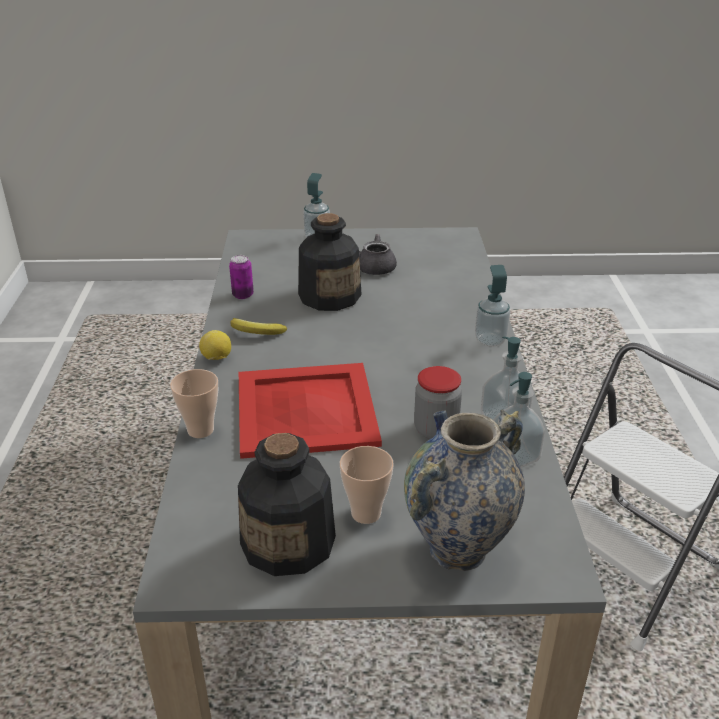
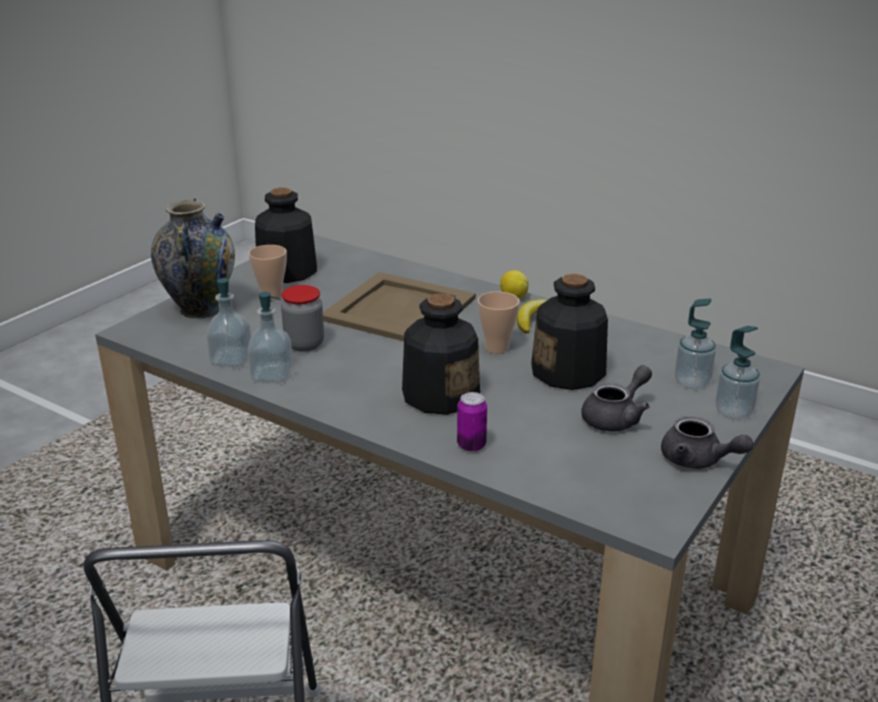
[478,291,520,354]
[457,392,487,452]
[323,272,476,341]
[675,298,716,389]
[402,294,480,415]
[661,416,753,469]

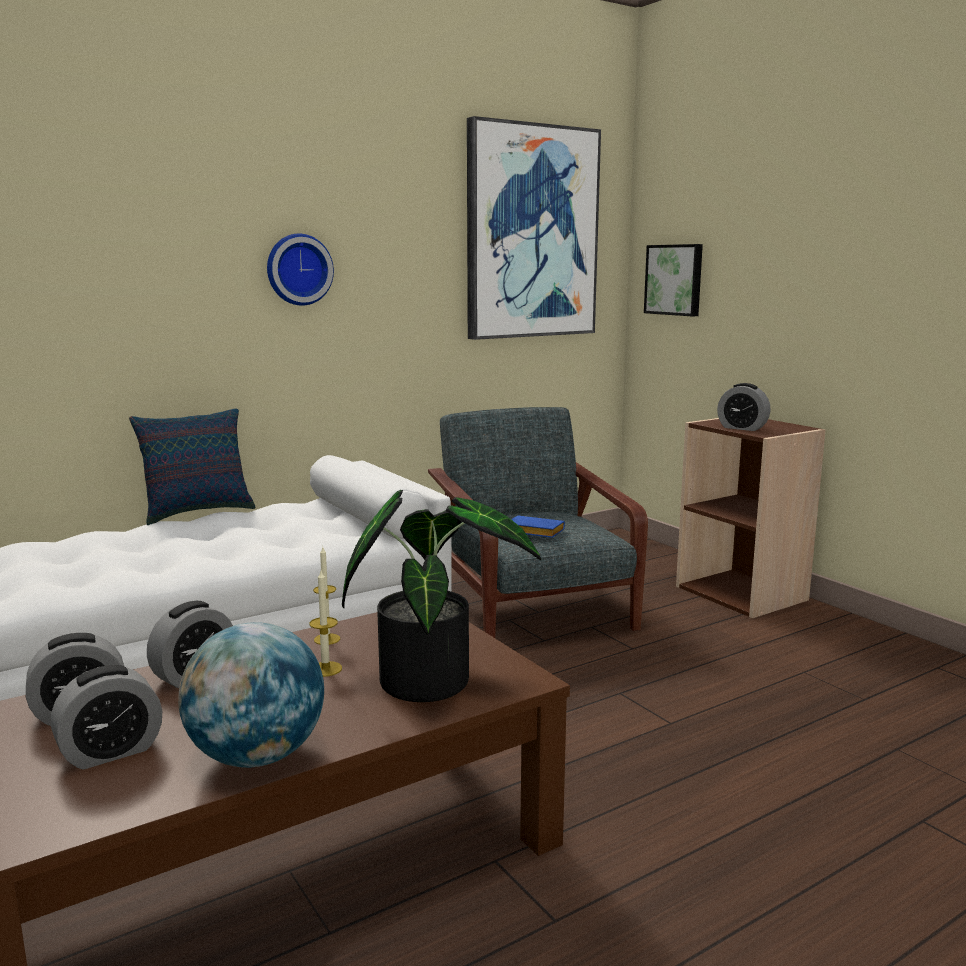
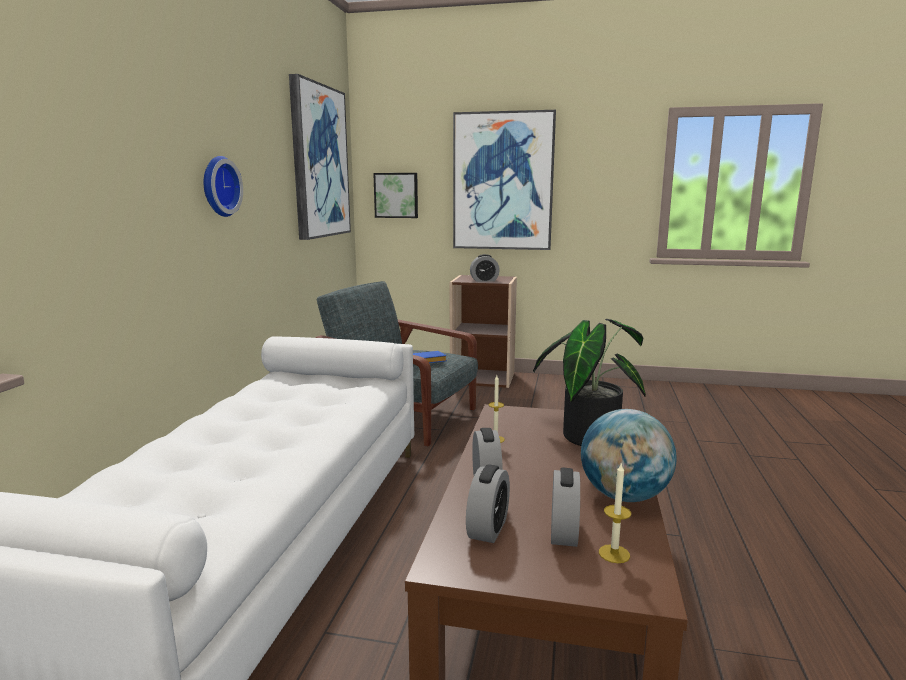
[129,409,256,525] (first image)
[599,464,631,563]
[453,110,556,250]

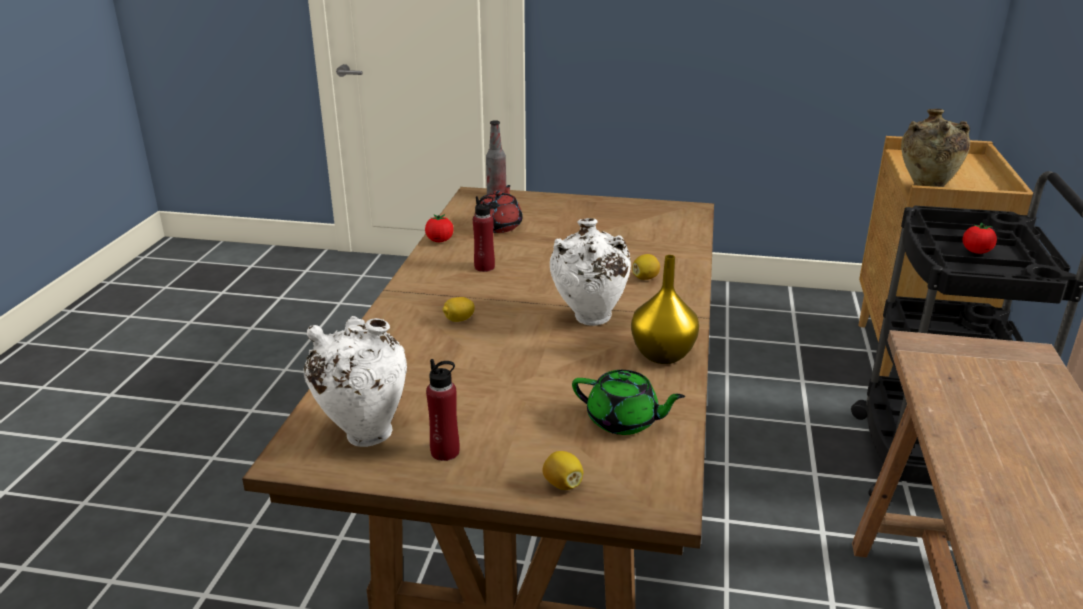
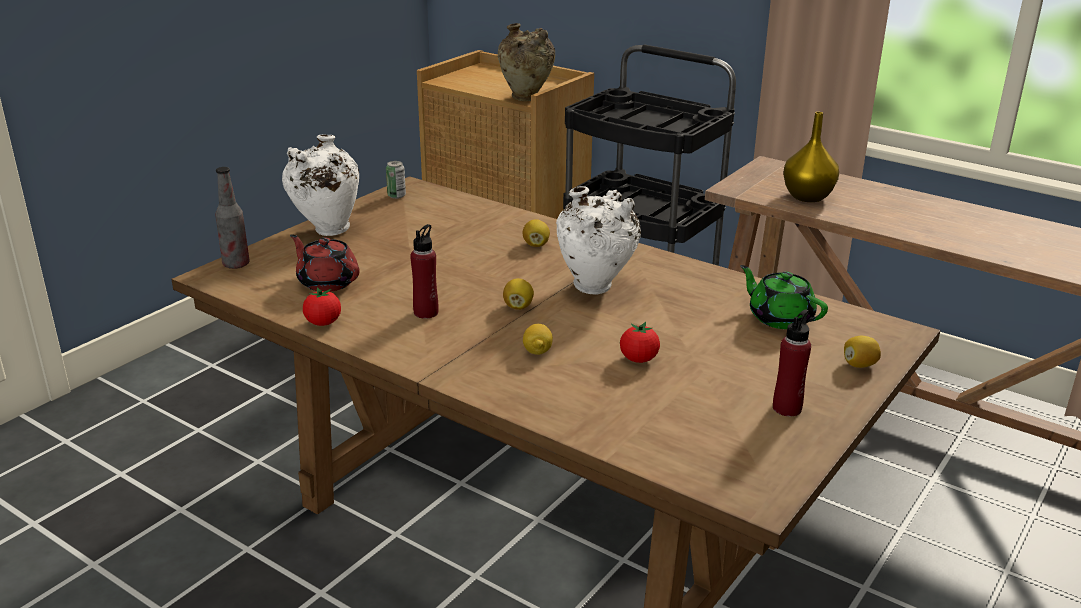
[282,135,359,236]
[740,265,828,329]
[783,112,839,202]
[620,322,660,363]
[386,161,406,199]
[503,278,534,310]

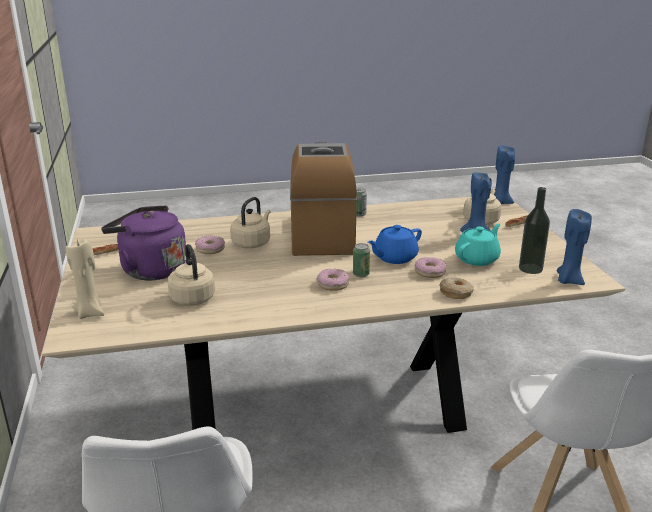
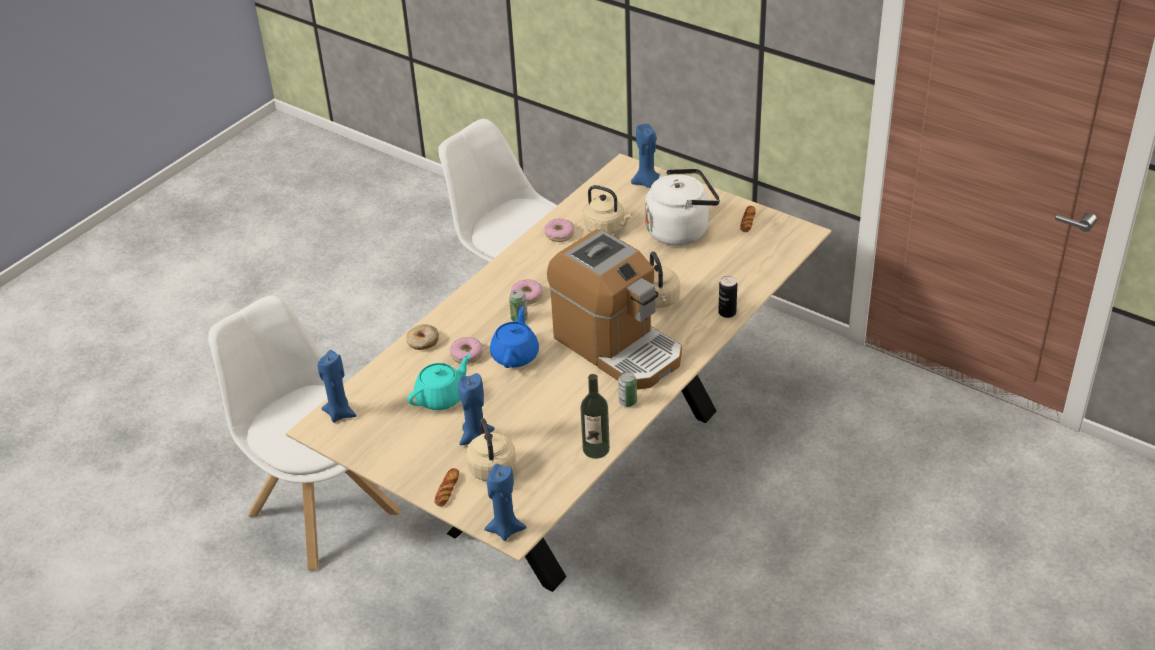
[631,124,660,188]
[645,168,720,246]
[544,219,574,242]
[407,354,471,410]
[580,374,610,459]
[718,276,737,318]

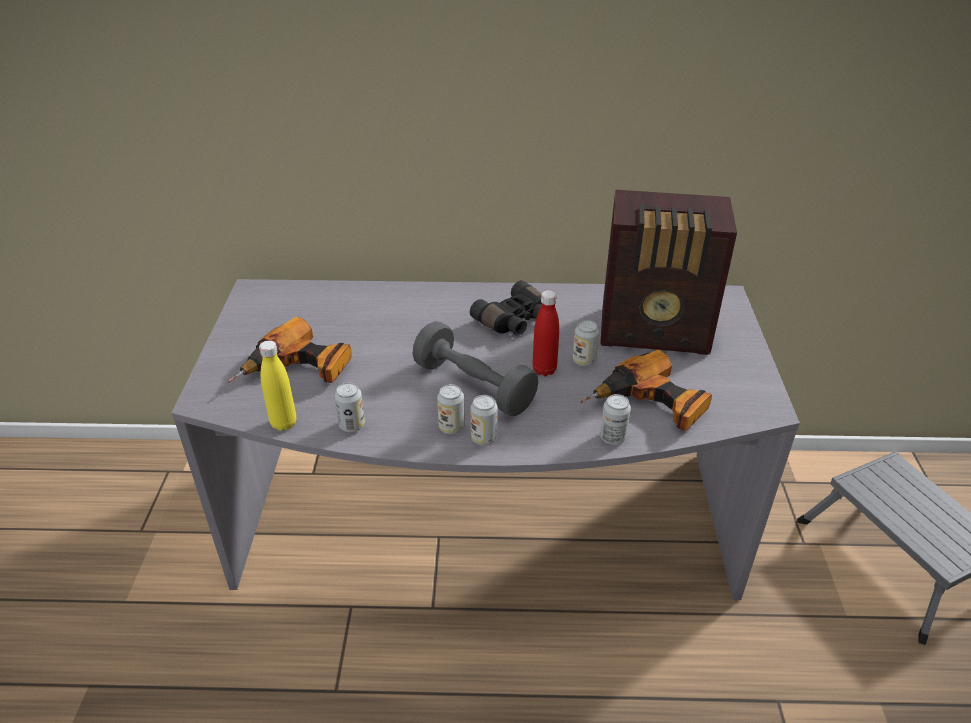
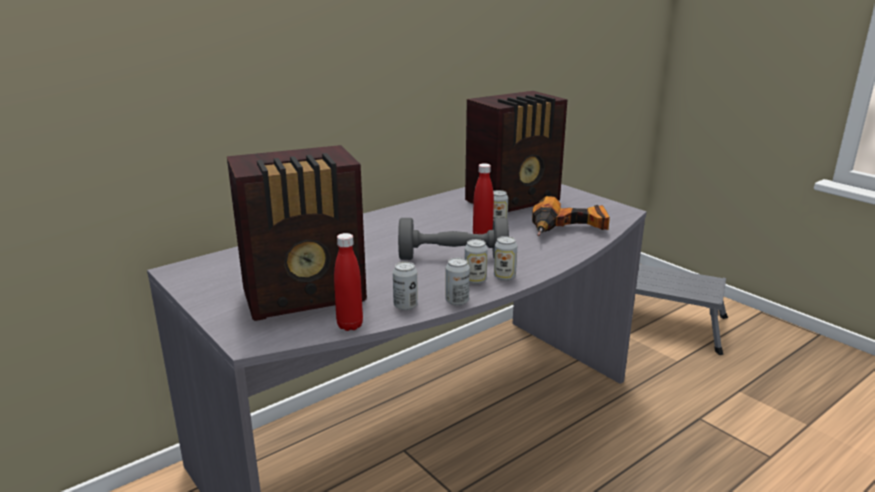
[227,145,367,321]
[334,233,363,331]
[470,280,542,336] (first image)
[445,258,470,306]

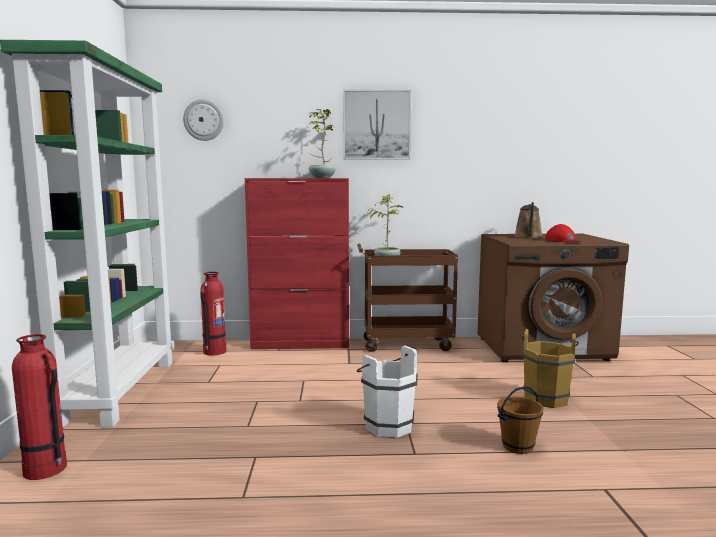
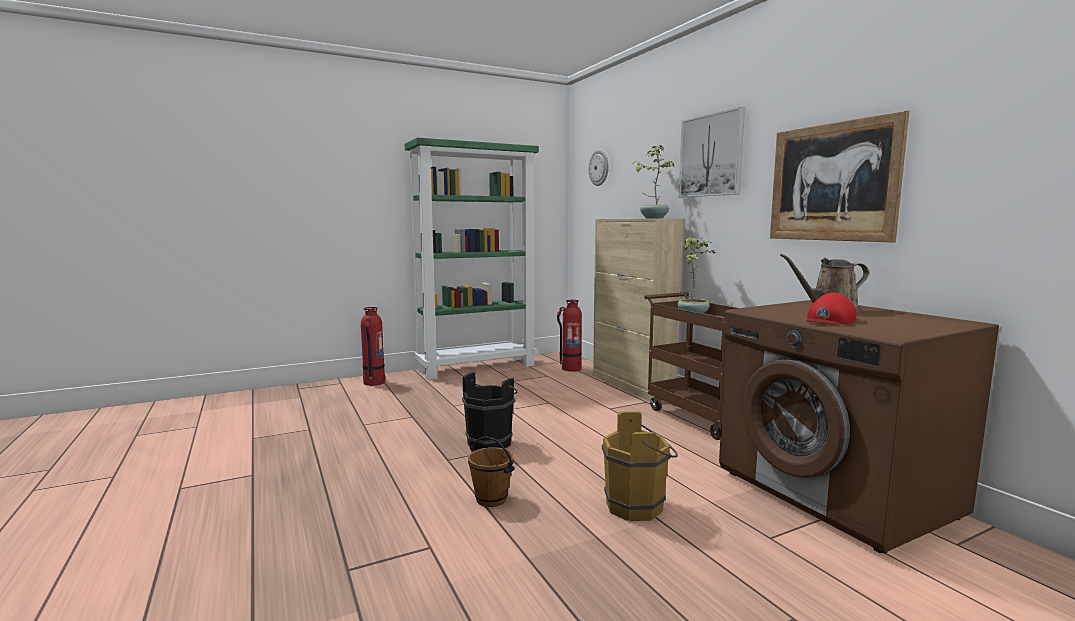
[593,219,684,401]
[462,372,517,451]
[770,110,909,242]

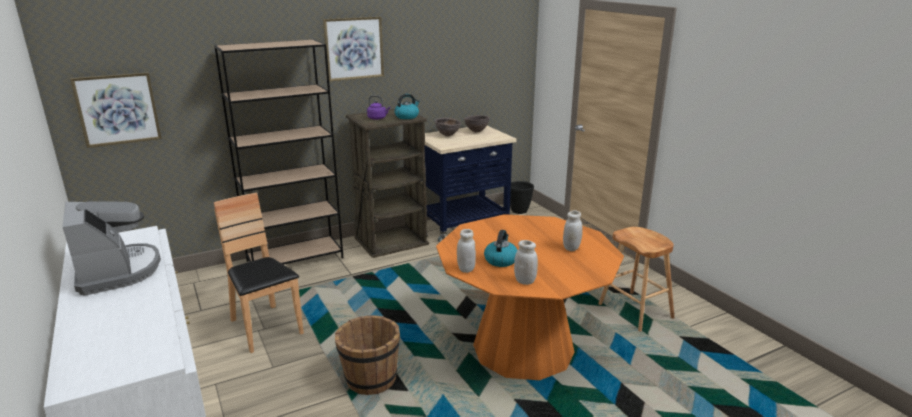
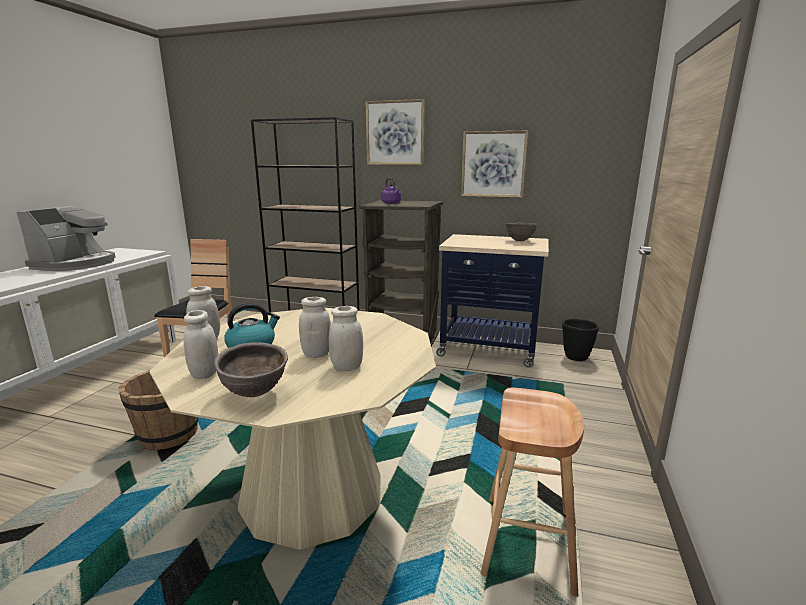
[461,131,528,198]
[394,94,420,119] (first image)
[214,342,288,397]
[149,308,436,550]
[299,297,331,358]

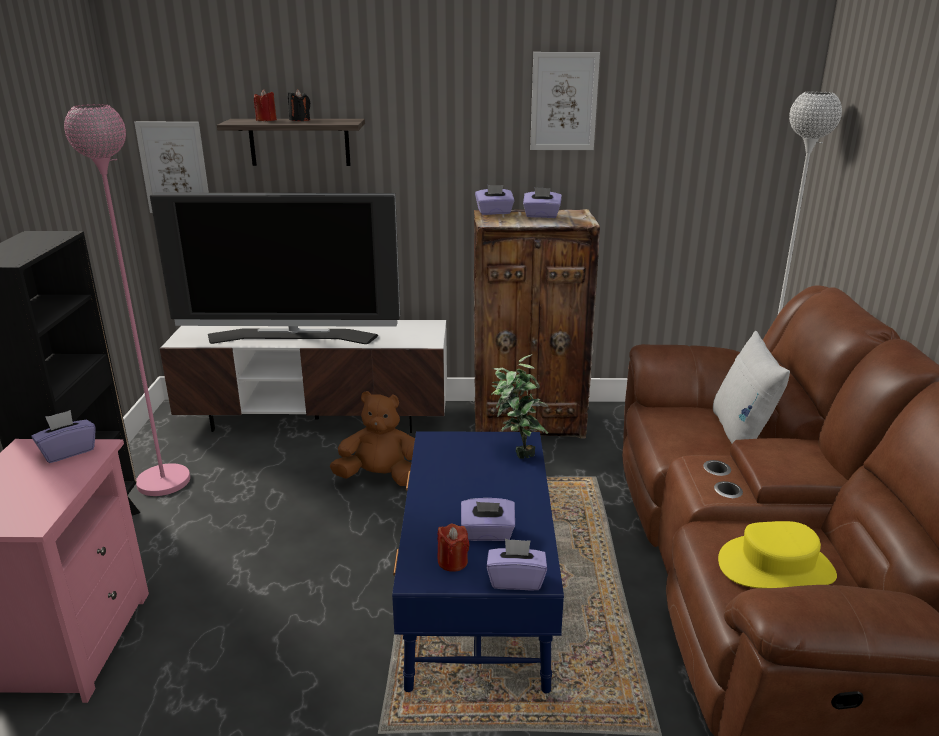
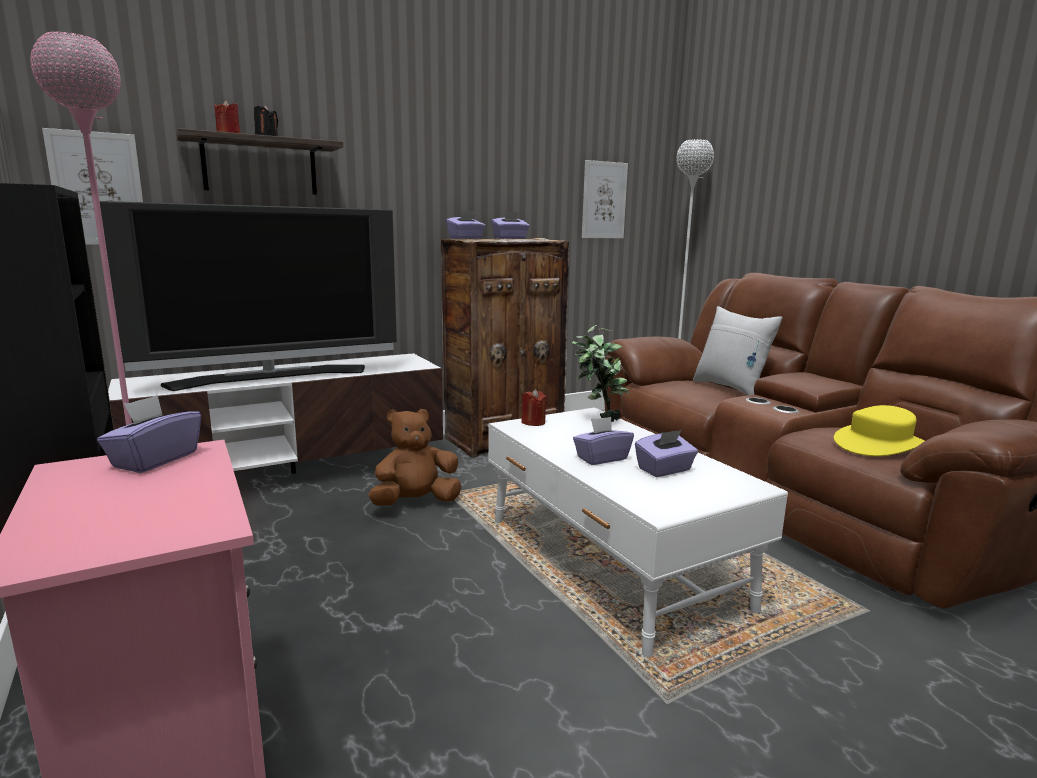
[488,408,788,657]
[521,389,547,426]
[573,417,634,465]
[582,160,628,238]

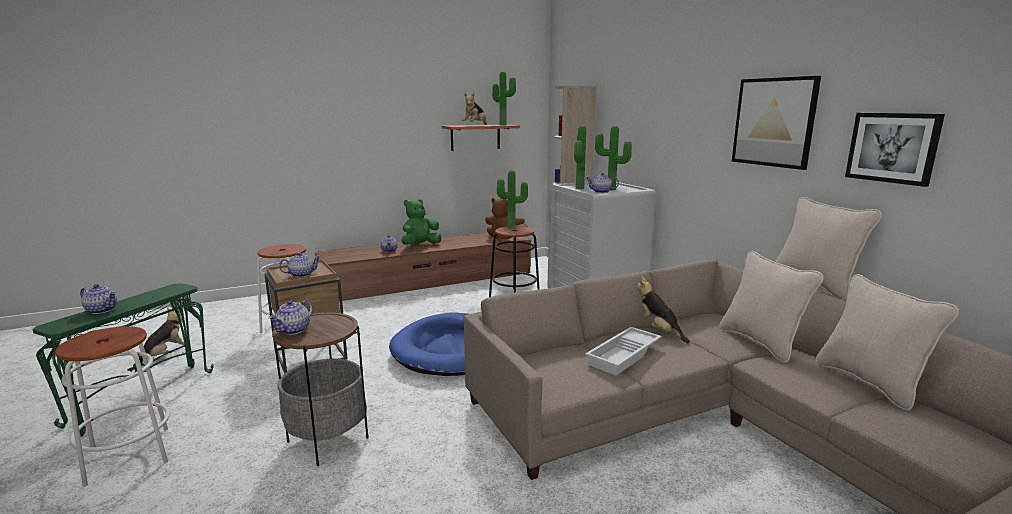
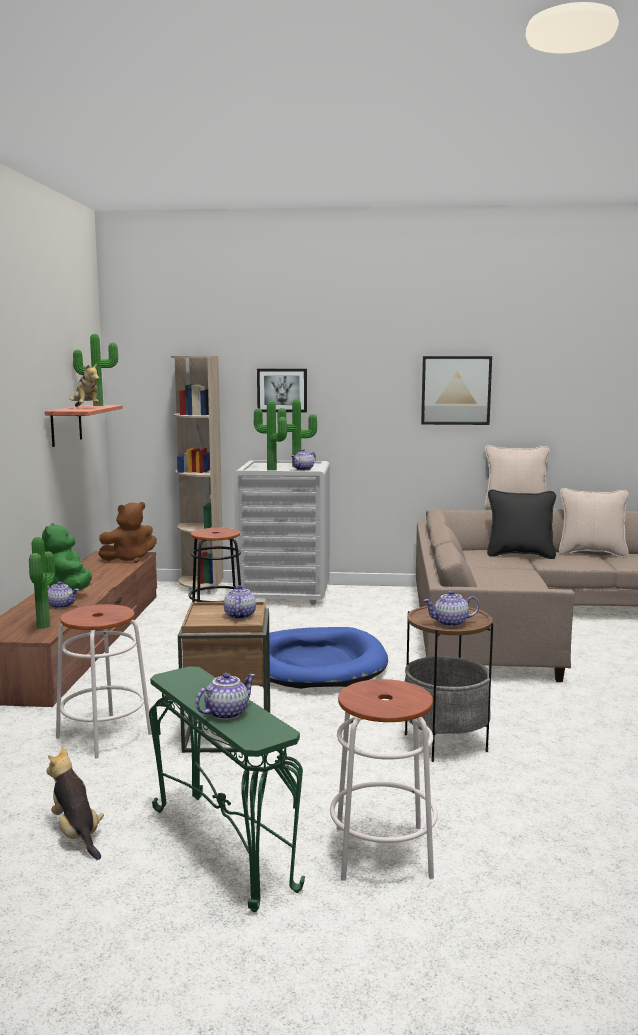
[424,591,479,627]
[29,537,55,629]
[585,327,661,375] (first image)
[637,277,690,343] (first image)
[487,489,556,559]
[257,369,307,412]

